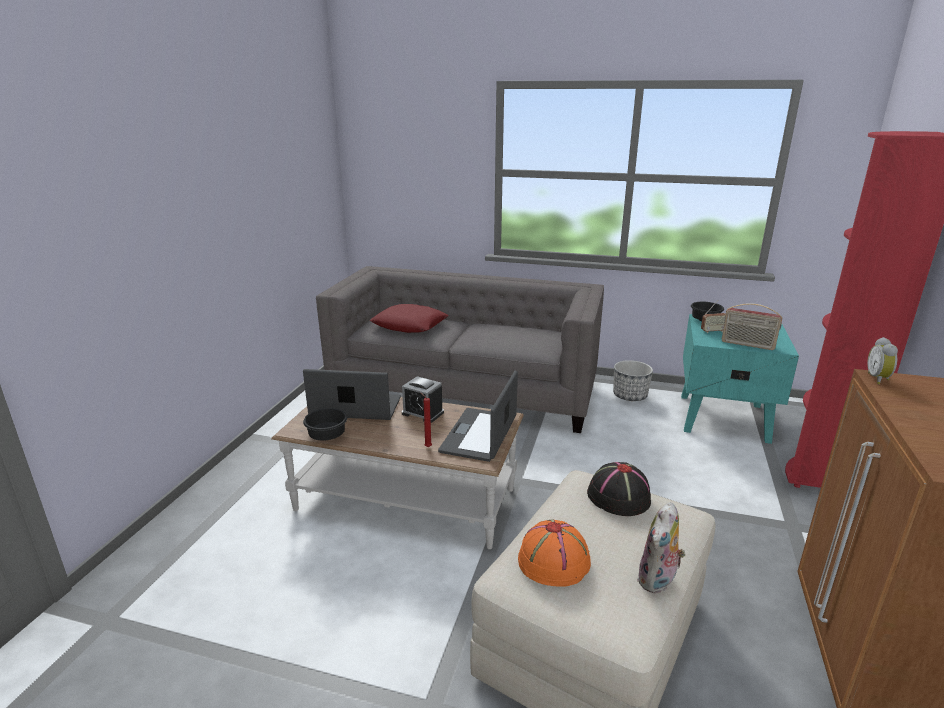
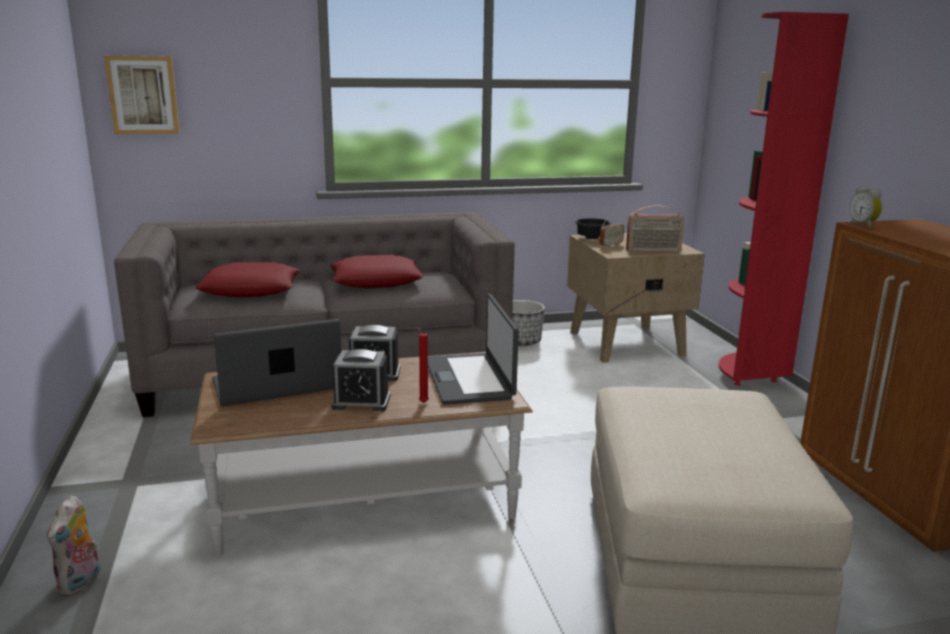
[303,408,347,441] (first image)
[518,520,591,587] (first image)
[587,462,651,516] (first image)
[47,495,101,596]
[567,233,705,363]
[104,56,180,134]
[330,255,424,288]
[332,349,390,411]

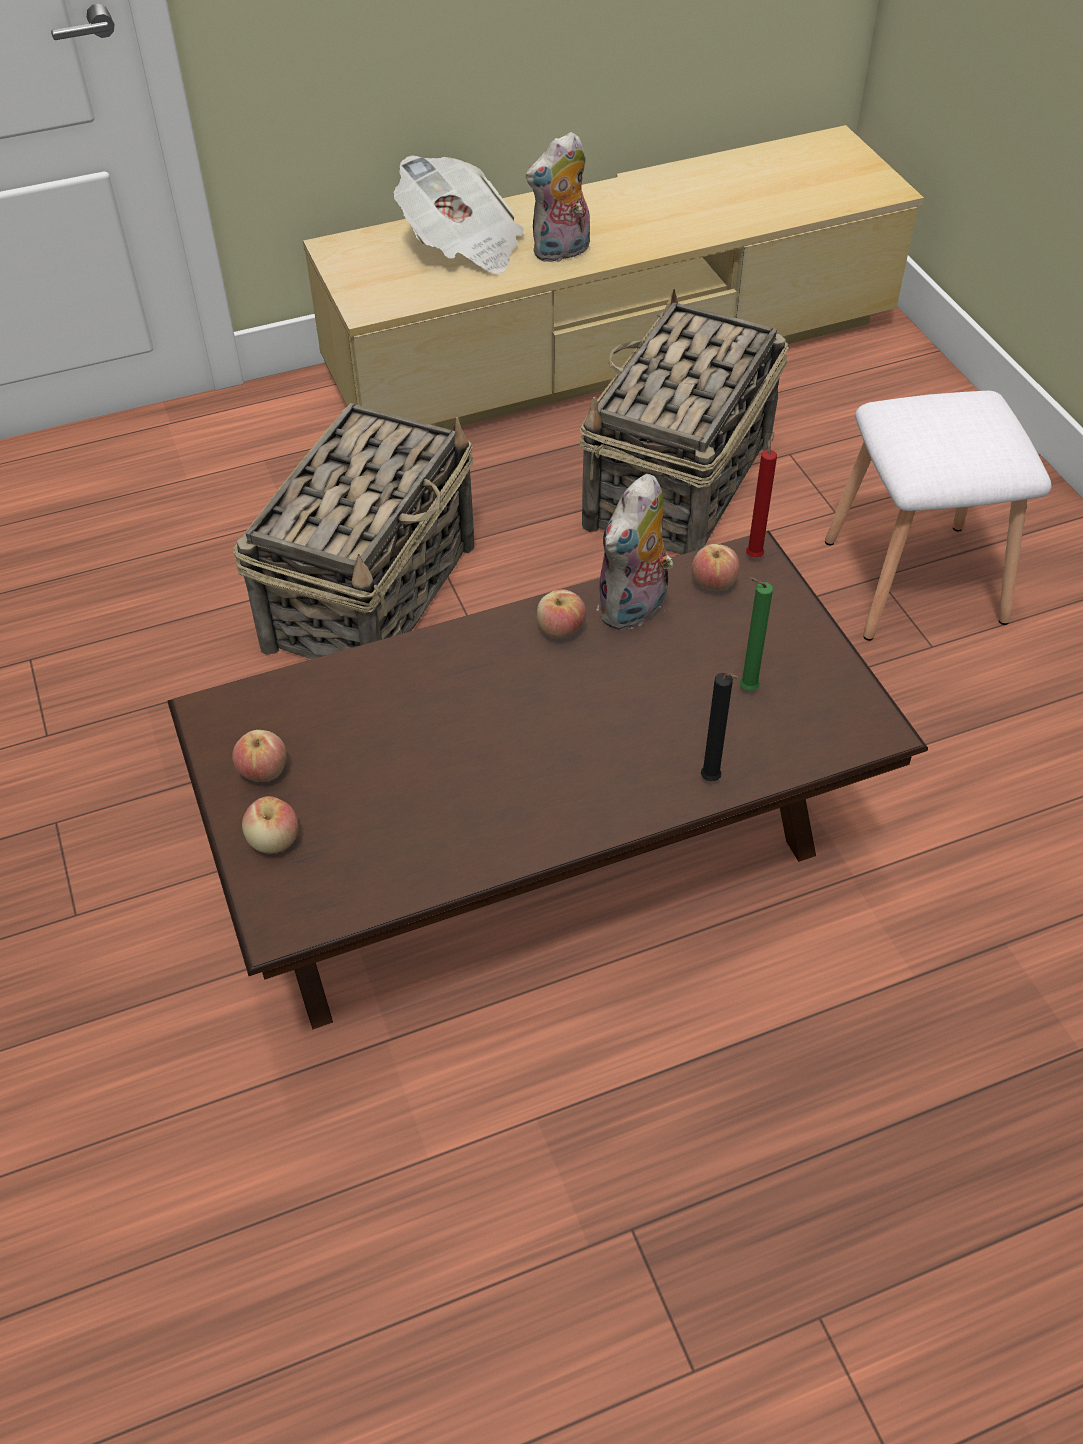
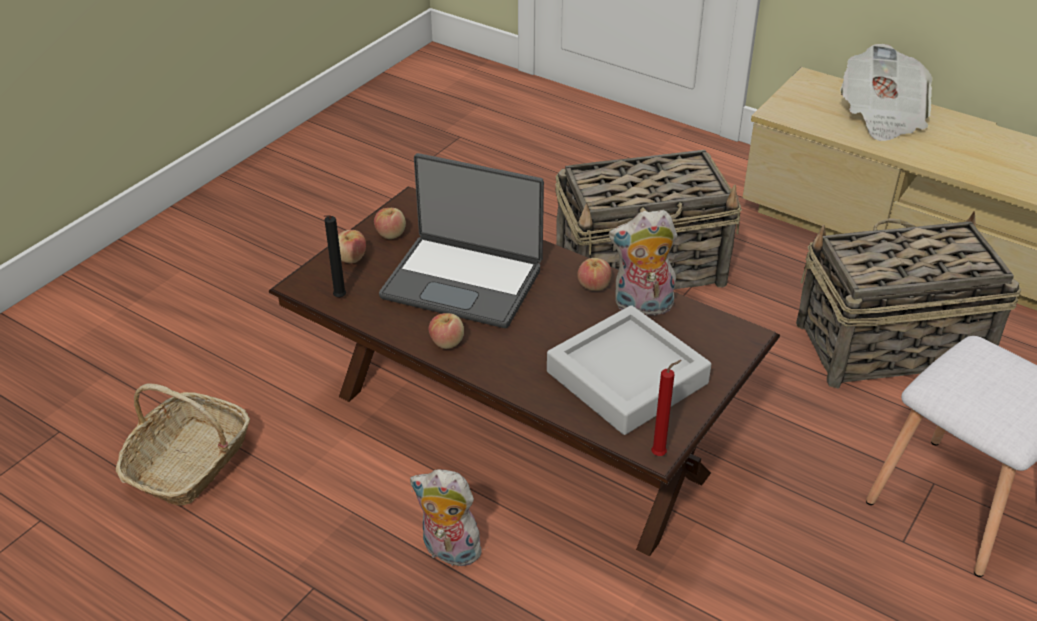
[410,469,482,566]
[429,313,464,349]
[324,215,346,297]
[547,305,711,435]
[651,360,682,456]
[116,384,250,506]
[379,153,544,328]

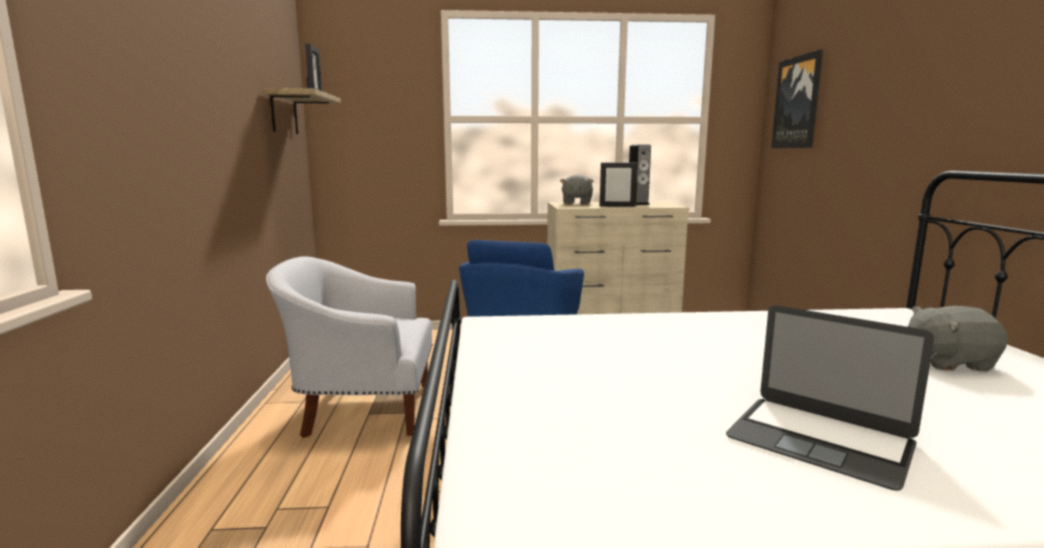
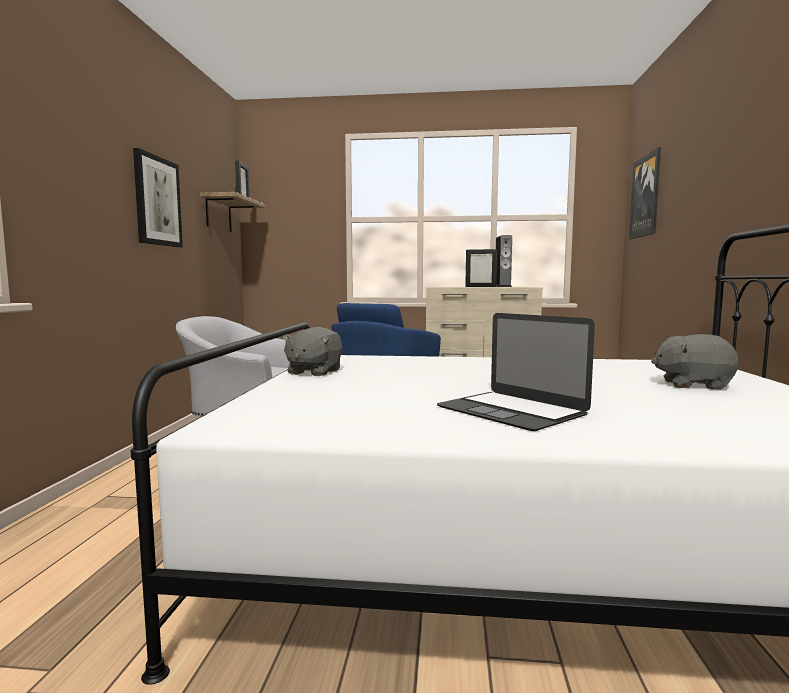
[282,327,342,376]
[133,148,183,247]

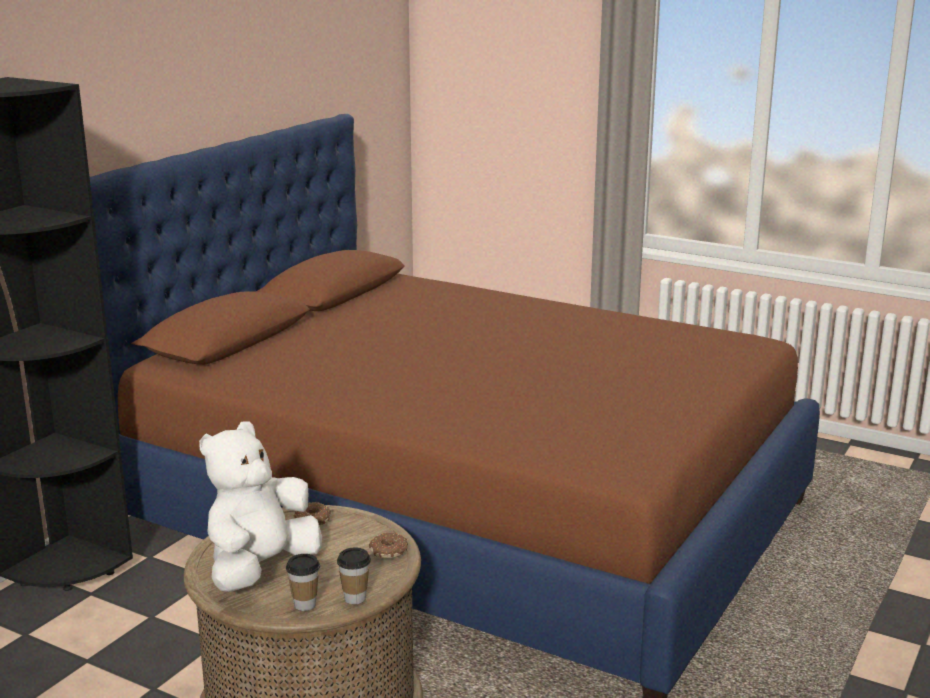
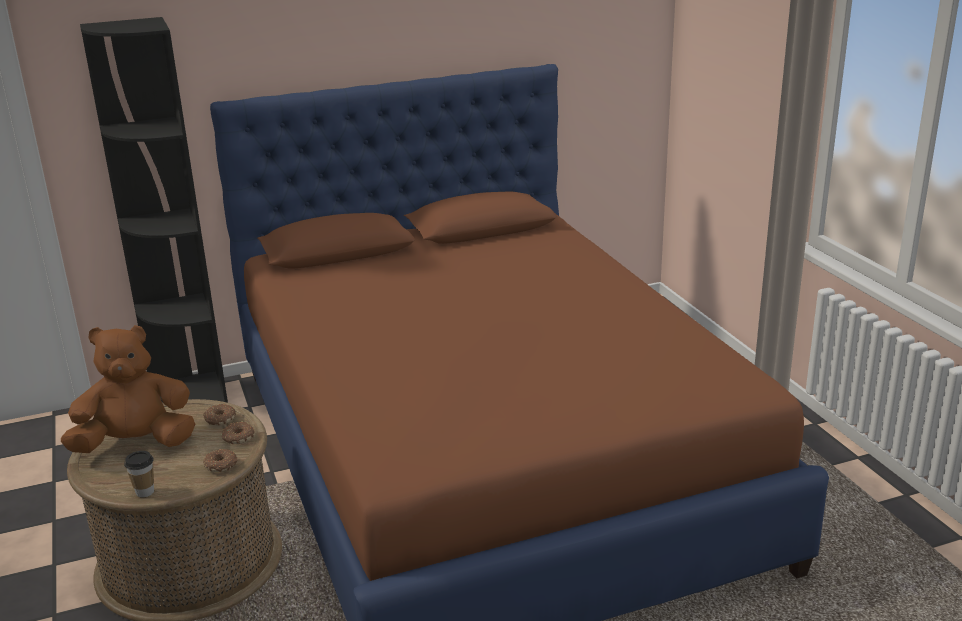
[61,325,195,453]
[286,554,320,611] (first image)
[222,422,254,444]

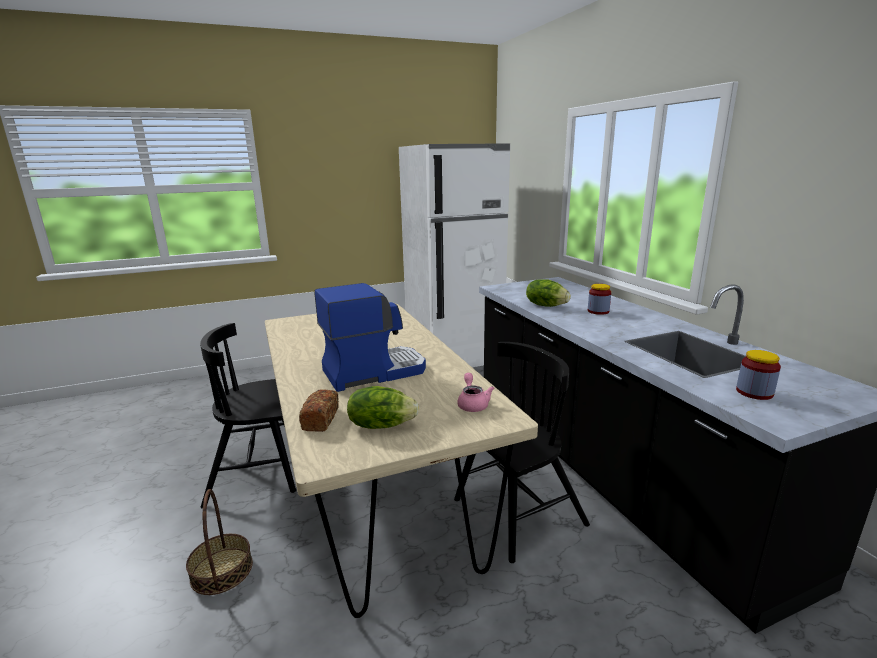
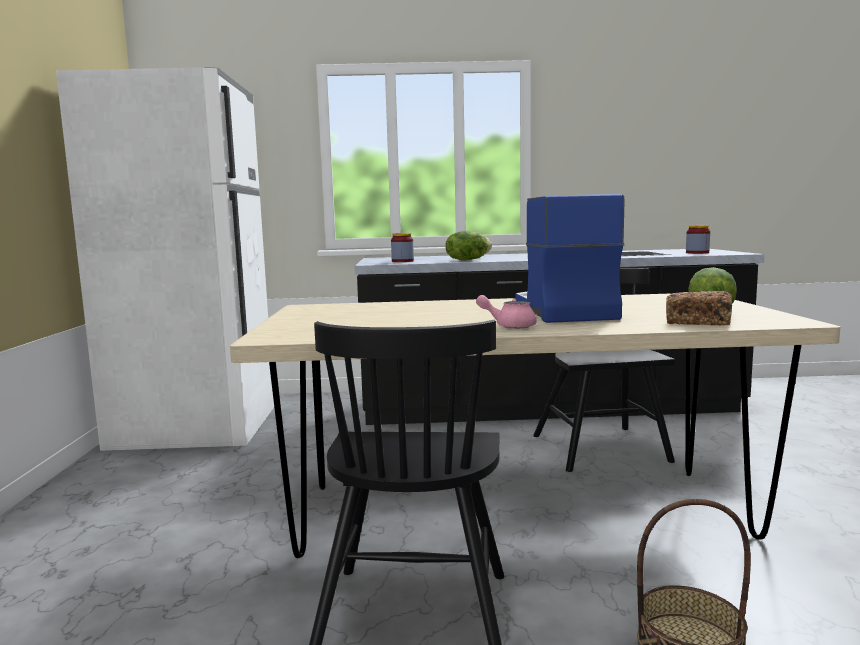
[476,295,537,329]
[391,233,414,262]

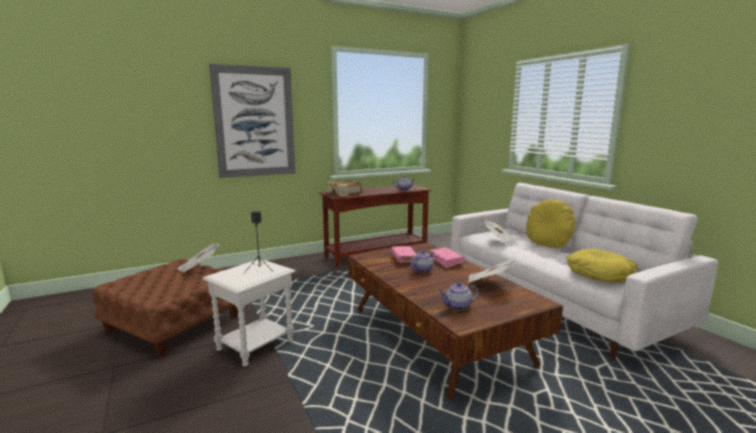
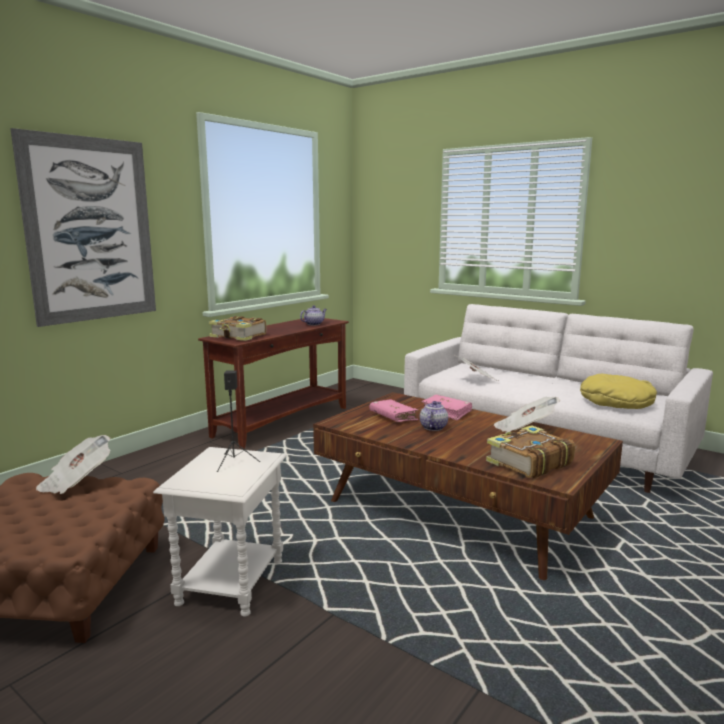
[486,425,575,478]
[526,199,576,249] (first image)

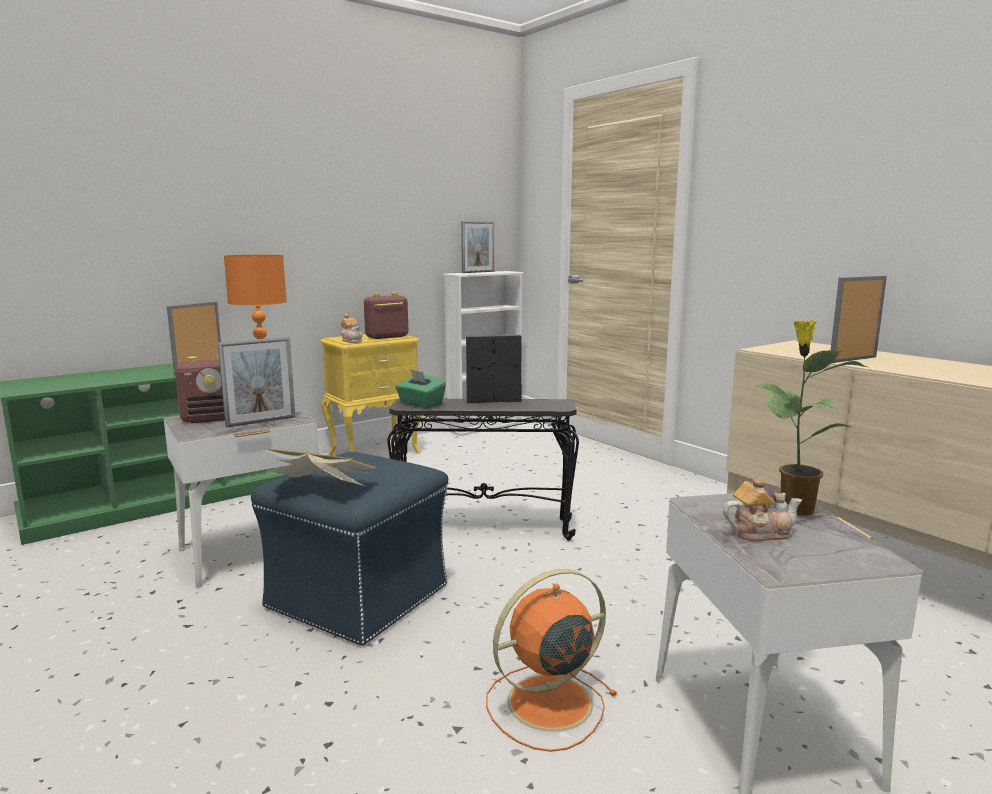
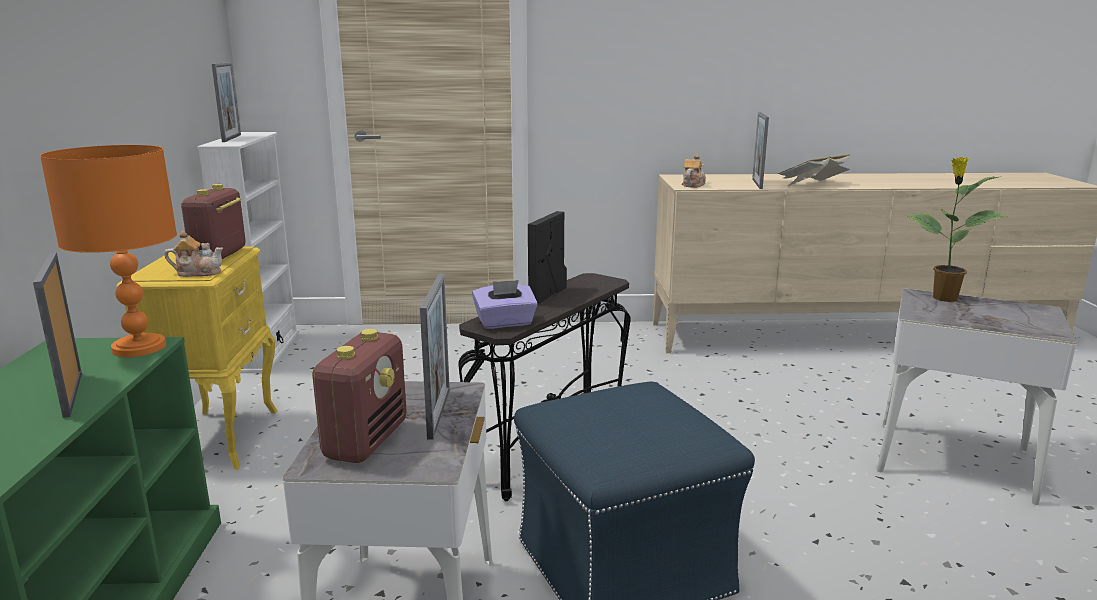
[778,154,851,186]
[472,280,538,329]
[486,569,618,752] (first image)
[682,154,706,188]

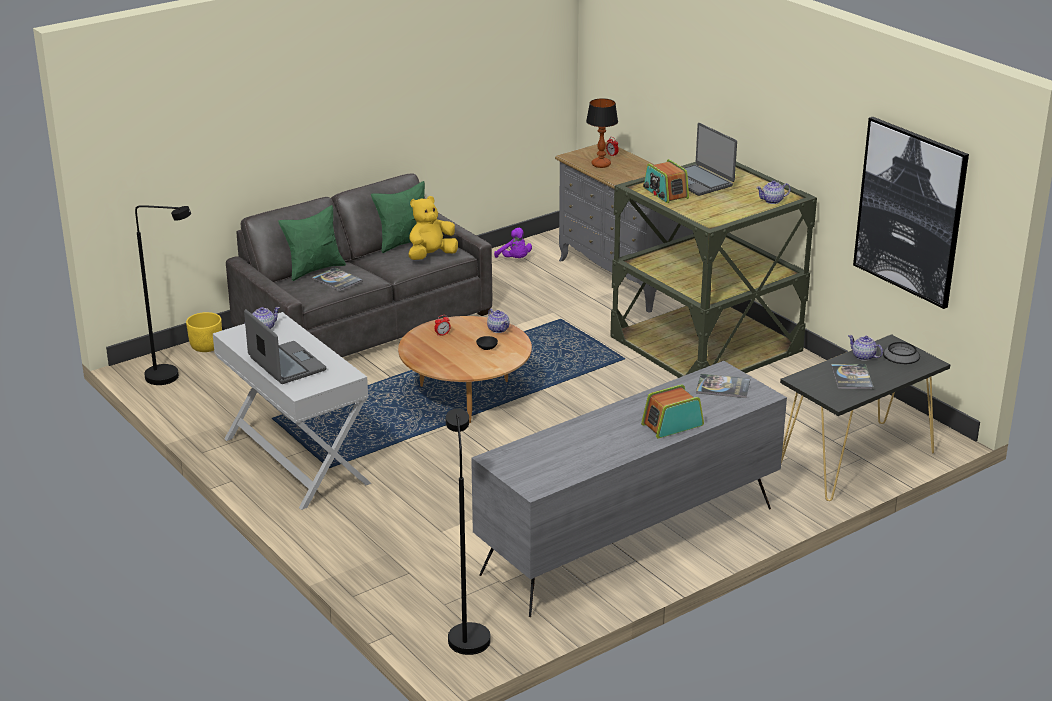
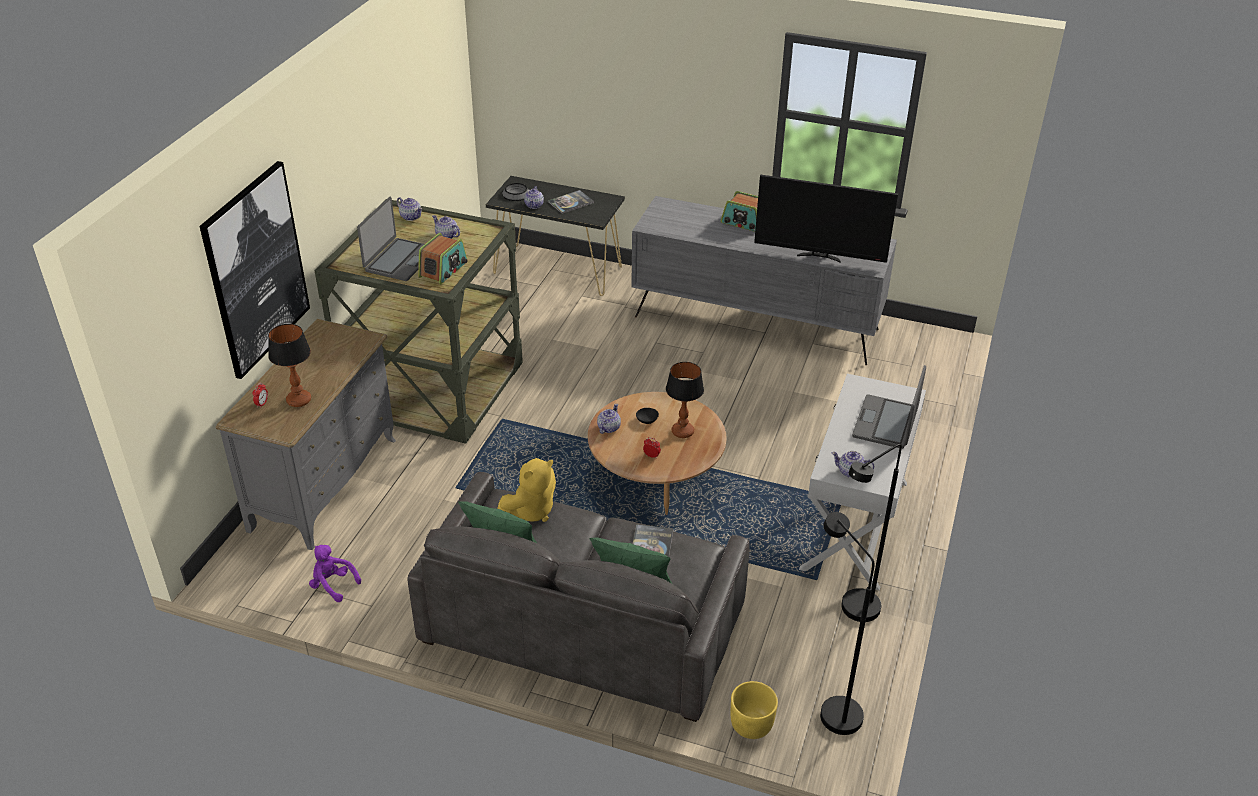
[497,458,556,522]
[841,444,902,622]
[309,545,361,602]
[696,374,750,398] (first image)
[199,161,310,379]
[432,215,460,239]
[666,362,704,438]
[754,175,898,263]

